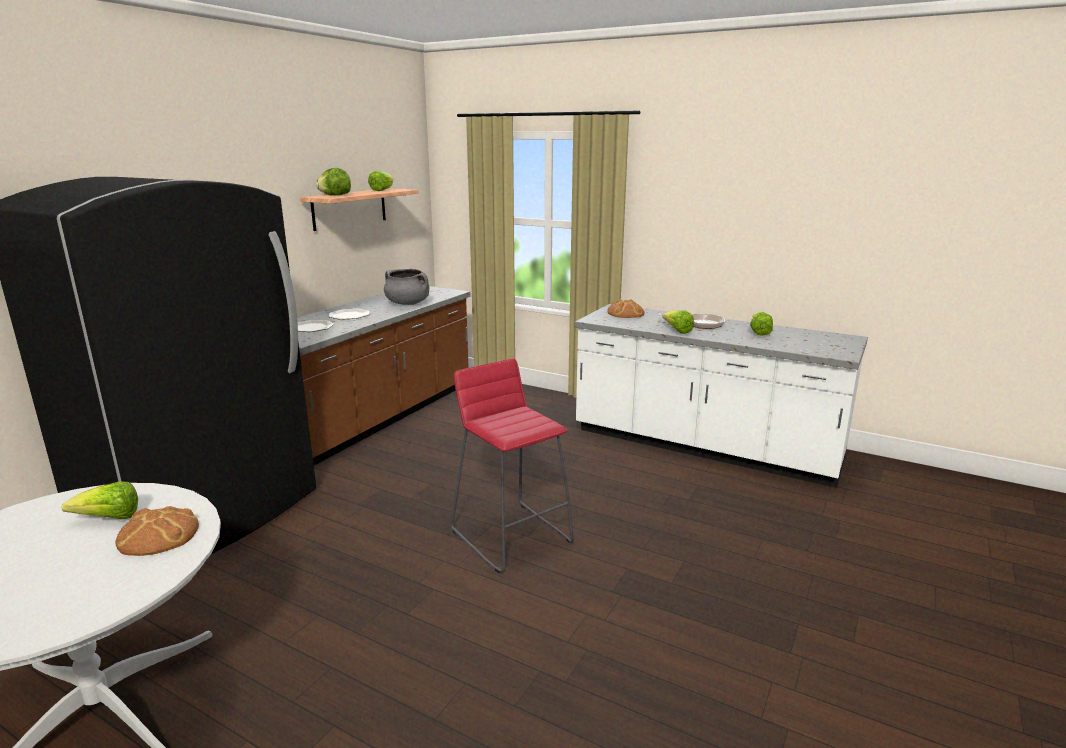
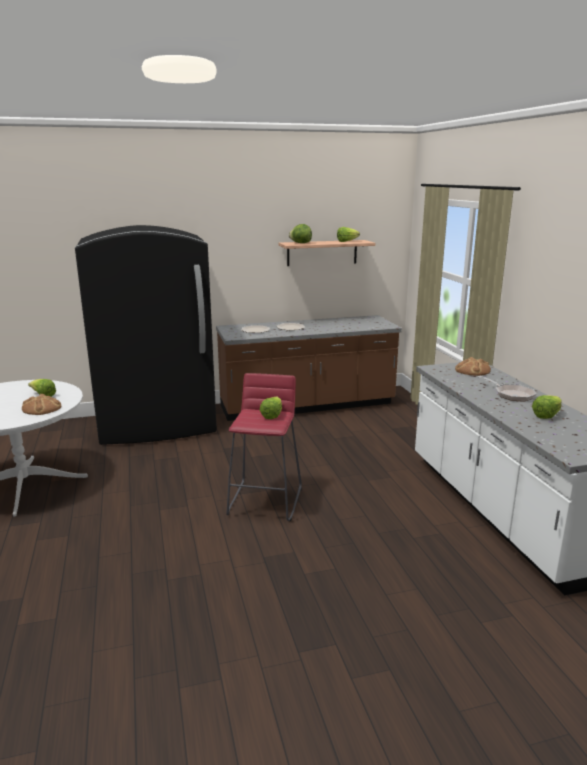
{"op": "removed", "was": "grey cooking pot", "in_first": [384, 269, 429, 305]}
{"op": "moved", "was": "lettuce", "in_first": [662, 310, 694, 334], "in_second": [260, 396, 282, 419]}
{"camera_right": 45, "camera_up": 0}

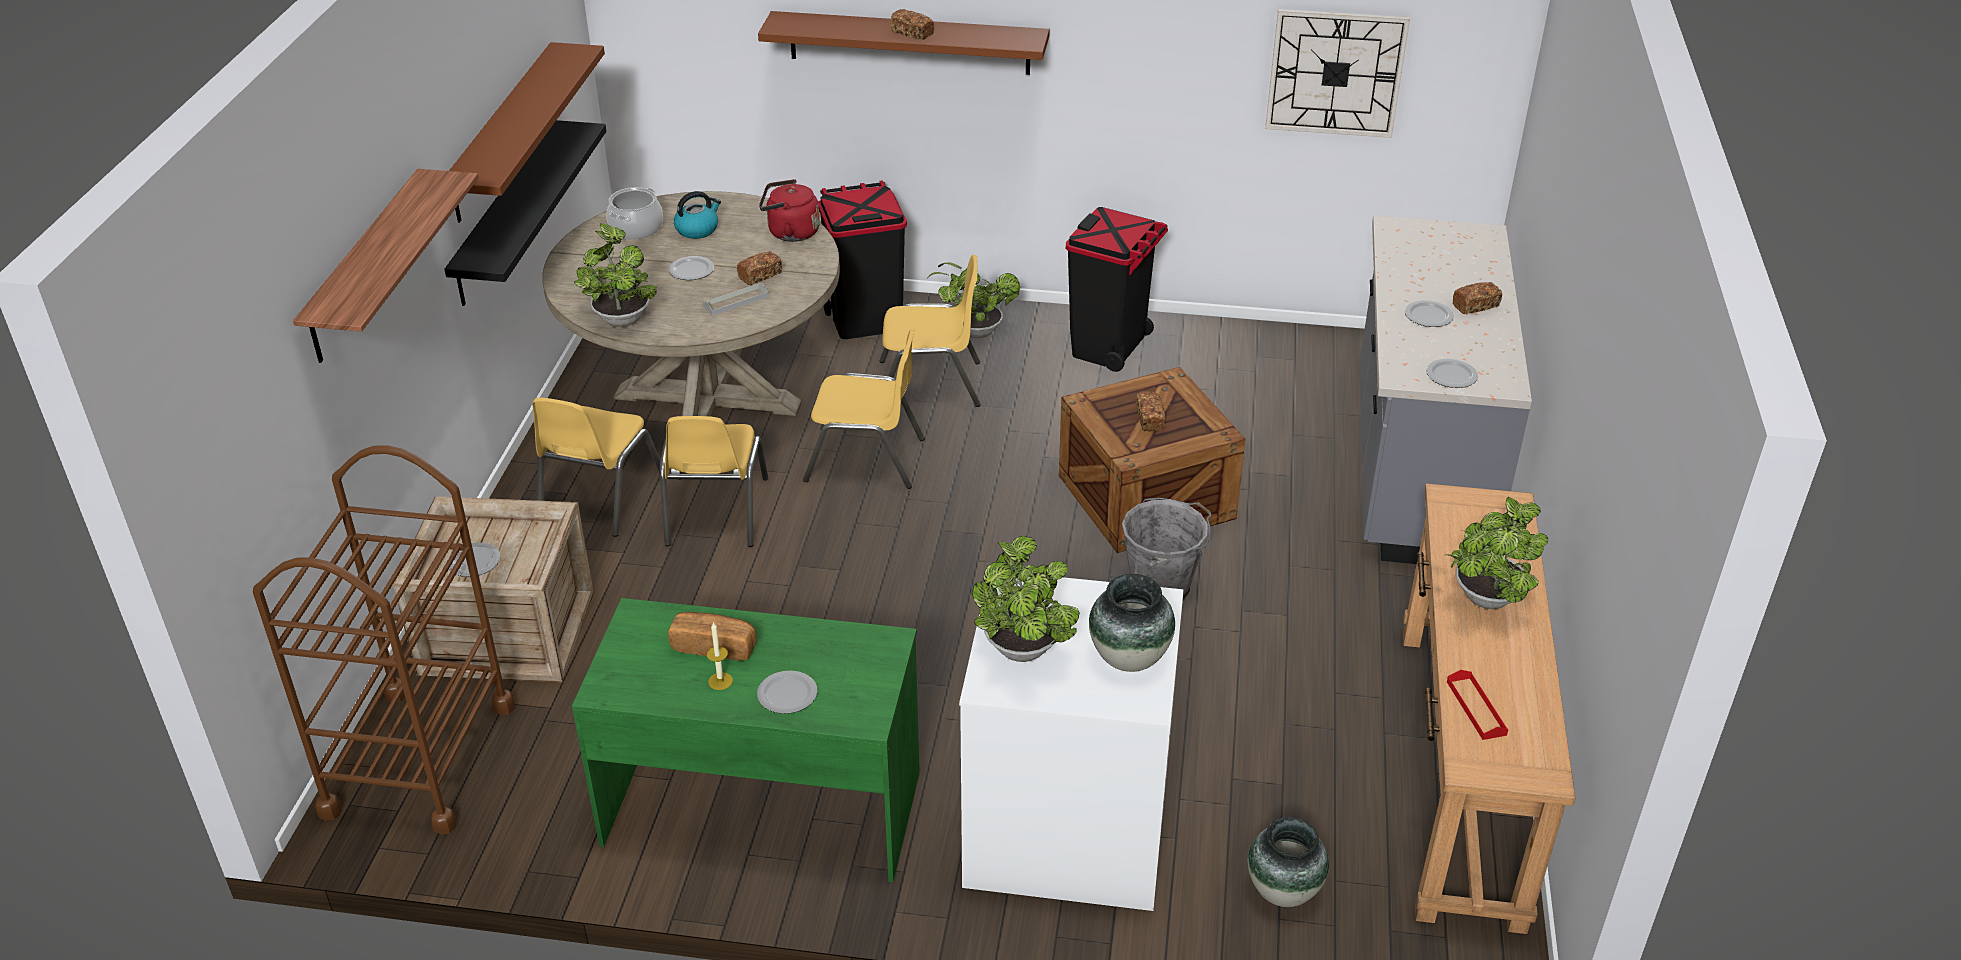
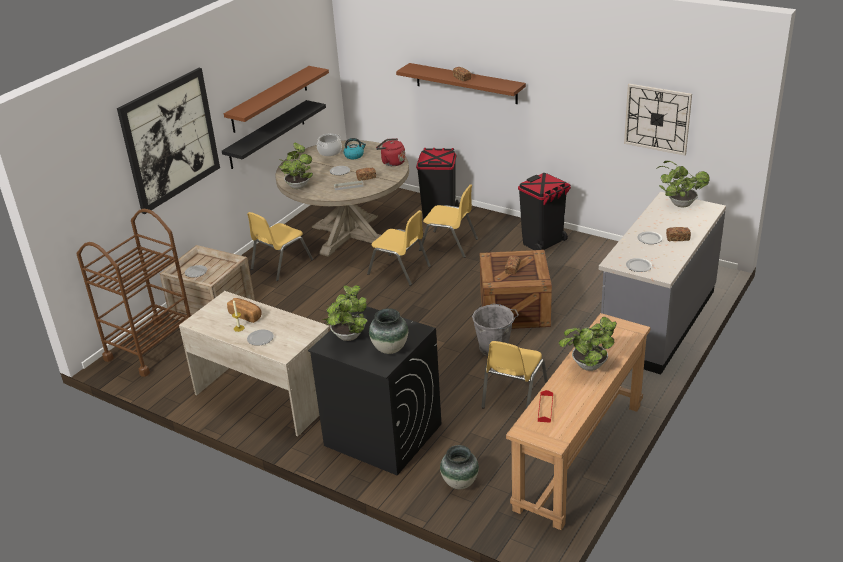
{"op": "replaced", "was": "shelf", "now": "picture", "in_first": [293, 169, 479, 363], "in_second": [117, 68, 220, 214]}
{"op": "recoloured", "was": "green desk", "now": "beige desk", "in_first": [572, 598, 920, 882], "in_second": [179, 291, 330, 437]}
{"op": "moved", "was": "yellow chair", "in_first": [660, 416, 768, 547], "in_second": [482, 341, 548, 409]}
{"op": "moved", "was": "potted plant", "in_first": [927, 262, 1020, 338], "in_second": [657, 161, 710, 207]}
{"op": "recoloured", "was": "white washing machine", "now": "black washing machine", "in_first": [959, 577, 1184, 911], "in_second": [308, 306, 441, 475]}
{"camera_right": 25, "camera_up": -5}

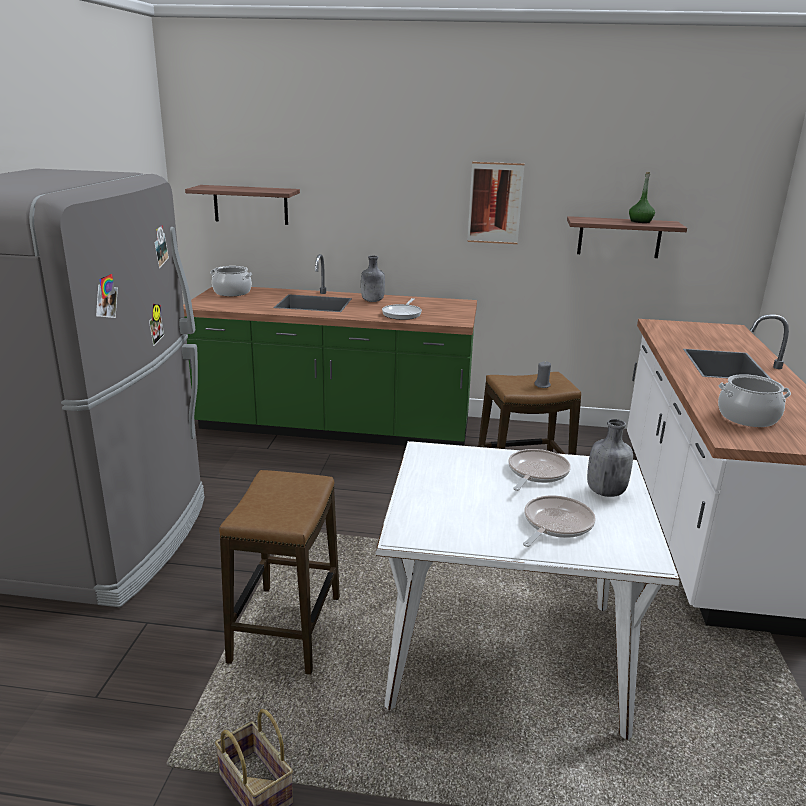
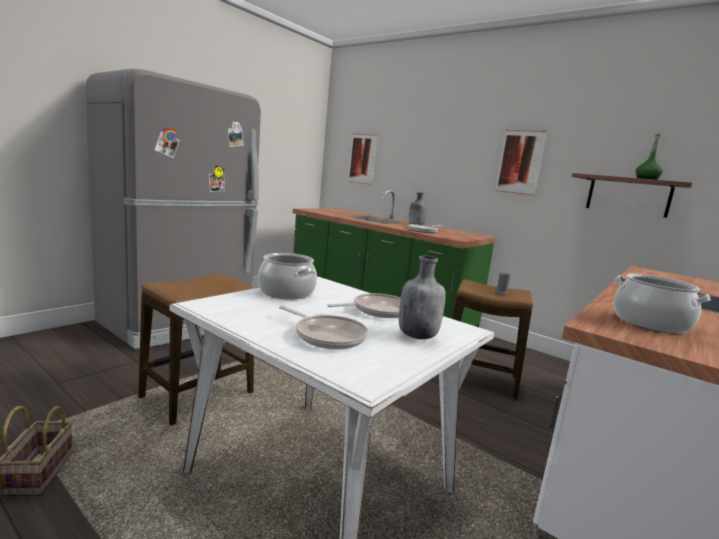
{"op": "replaced", "was": "shelf", "now": "picture", "in_first": [185, 185, 300, 225], "in_second": [348, 134, 378, 185]}
{"op": "moved", "was": "cooking pot", "in_first": [210, 266, 252, 296], "in_second": [258, 253, 317, 300]}
{"op": "turned", "was": "frying pan", "in_first": [523, 495, 596, 547], "in_second": [279, 306, 368, 349], "clockwise": 60}
{"camera_right": 30, "camera_up": -10}

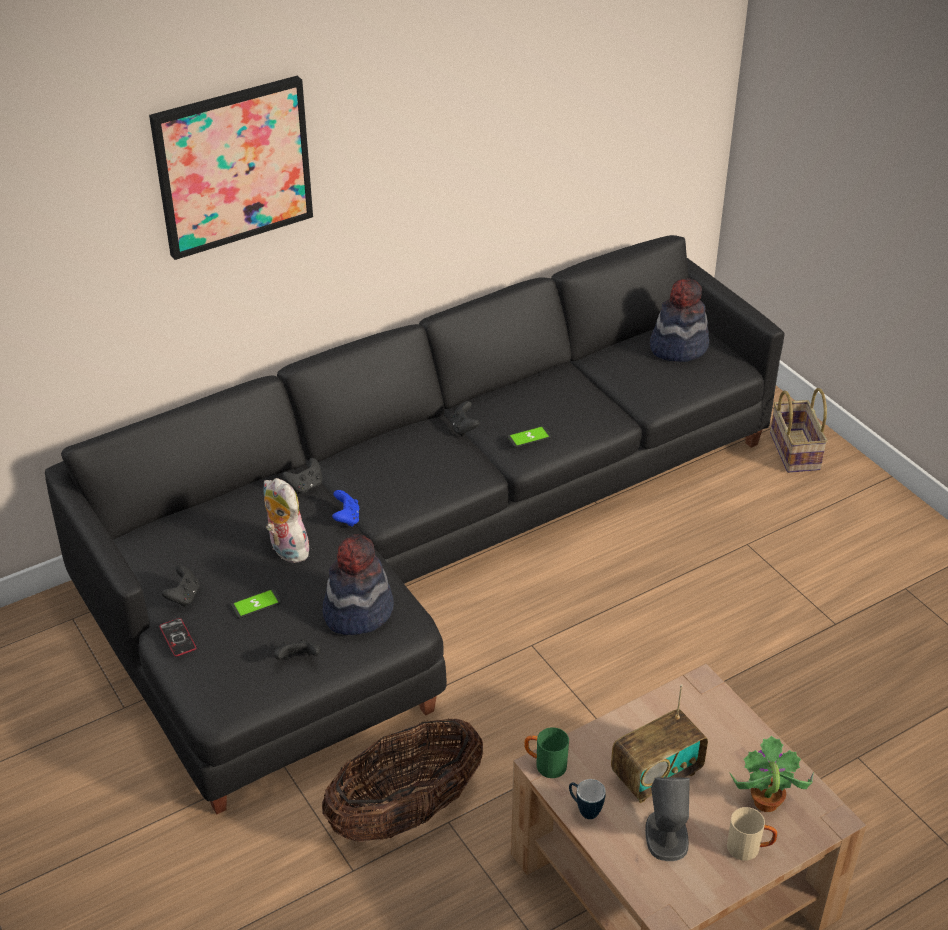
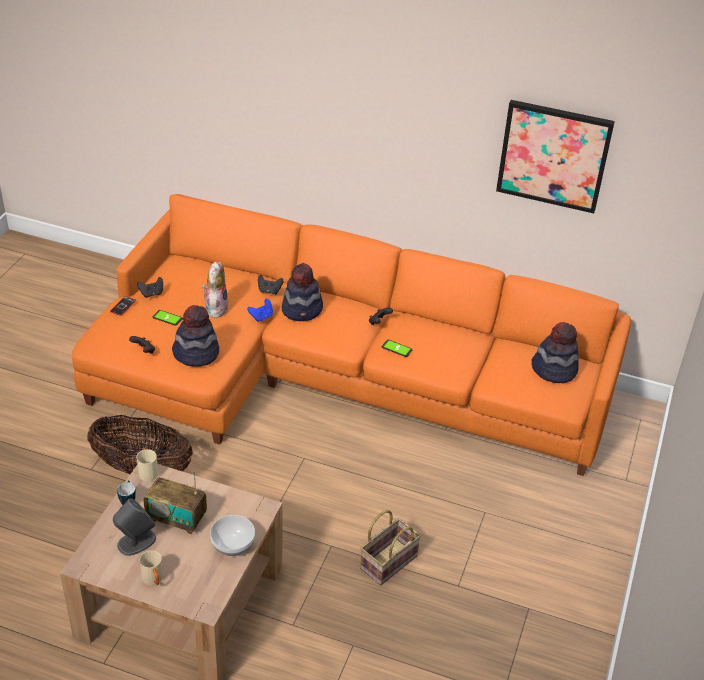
{"op": "recoloured", "was": "black sofa", "now": "orange sofa", "in_first": [45, 235, 785, 815], "in_second": [72, 194, 631, 476]}
{"op": "moved", "was": "picture", "in_first": [149, 76, 313, 260], "in_second": [496, 100, 615, 213]}
{"op": "recoloured", "was": "green mug", "now": "beige mug", "in_first": [524, 727, 569, 778], "in_second": [136, 448, 158, 482]}
{"op": "removed", "was": "potted plant", "in_first": [729, 736, 814, 812]}
{"op": "moved", "was": "basket", "in_first": [770, 388, 828, 473], "in_second": [360, 510, 421, 585]}
{"op": "added", "now": "bowl", "in_second": [210, 515, 255, 556]}
{"op": "added", "now": "hat", "in_second": [281, 263, 323, 321]}
{"camera_right": 50, "camera_up": 0}

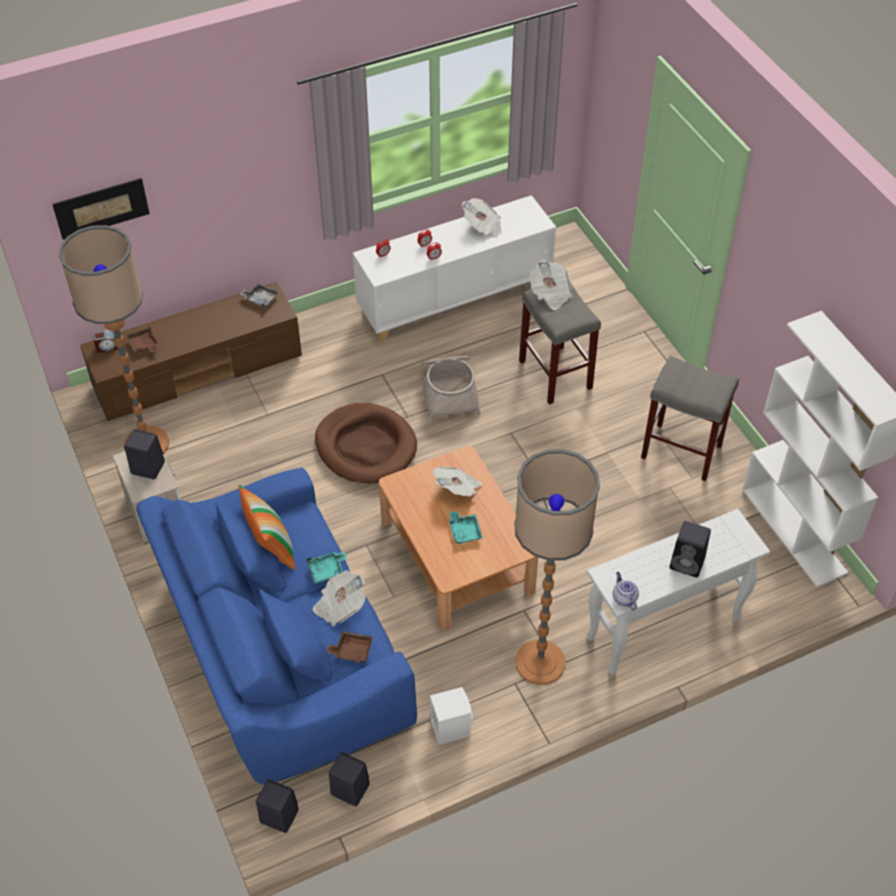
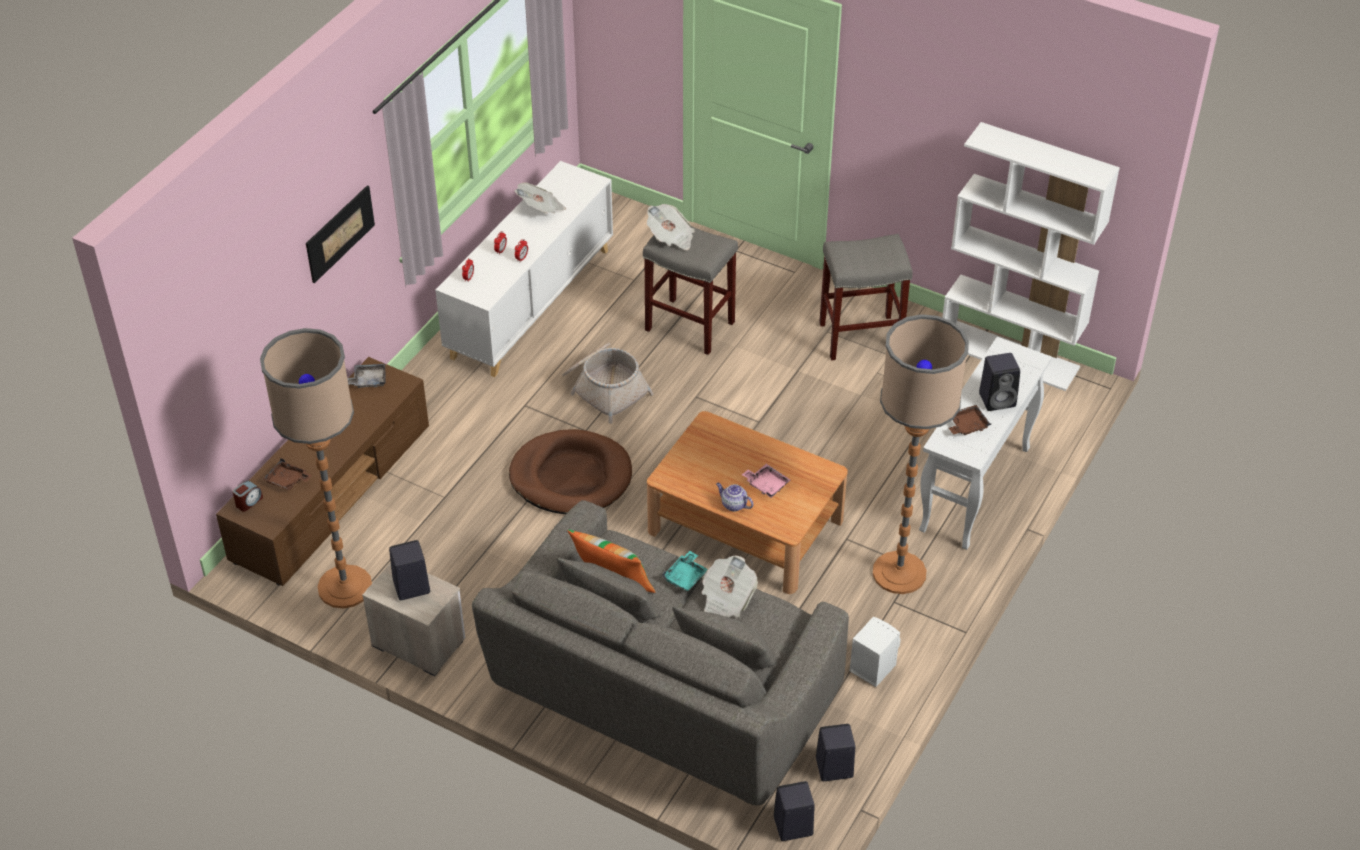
{"op": "moved", "was": "picture", "in_first": [52, 178, 150, 240], "in_second": [306, 185, 375, 283]}
{"op": "recoloured", "was": "blue sofa", "now": "grey sofa", "in_first": [136, 468, 417, 784], "in_second": [472, 500, 849, 806]}
{"op": "moved", "was": "brown tray", "in_first": [327, 631, 373, 663], "in_second": [949, 405, 991, 435]}
{"op": "removed", "was": "newspaper", "in_first": [433, 467, 482, 497]}
{"op": "recoloured", "was": "turquoise tray", "now": "pink tray", "in_first": [449, 511, 483, 544], "in_second": [742, 464, 790, 498]}
{"op": "moved", "was": "teapot", "in_first": [613, 572, 639, 611], "in_second": [716, 483, 753, 512]}
{"camera_right": -35, "camera_up": -5}

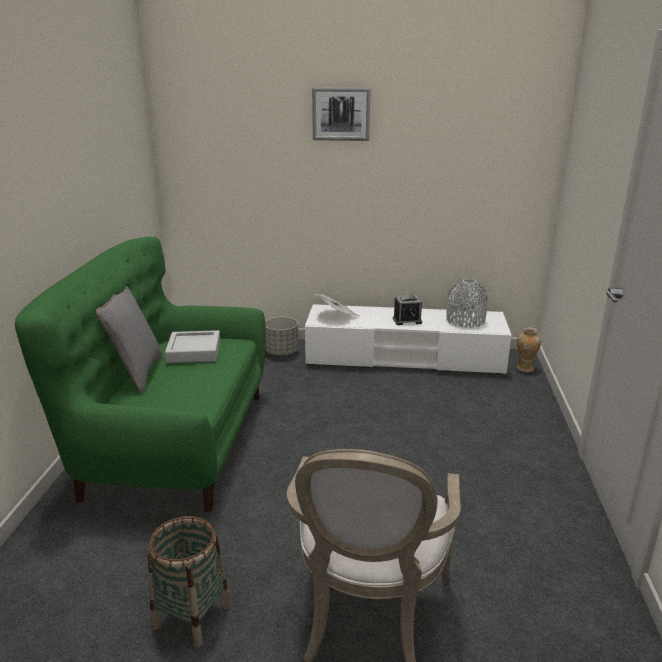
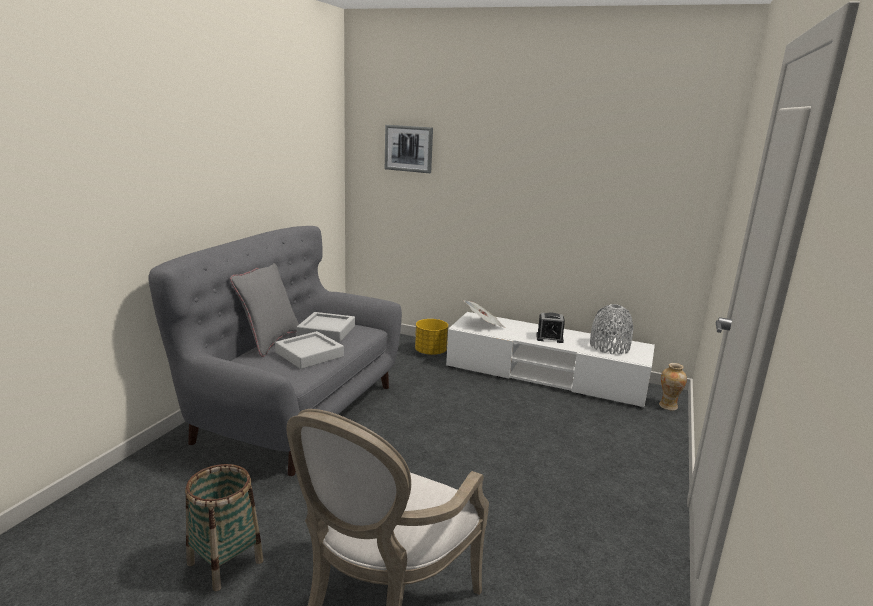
{"op": "recoloured", "was": "green sofa", "now": "grey sofa", "in_first": [15, 236, 266, 512], "in_second": [148, 226, 402, 476]}
{"op": "recoloured", "was": "grey planter", "now": "yellow planter", "in_first": [265, 317, 299, 356], "in_second": [415, 319, 448, 356]}
{"op": "moved", "was": "picture", "in_first": [312, 88, 371, 141], "in_second": [385, 125, 433, 173]}
{"op": "added", "now": "grey tray", "in_second": [275, 331, 344, 369]}
{"camera_right": 15, "camera_up": -5}

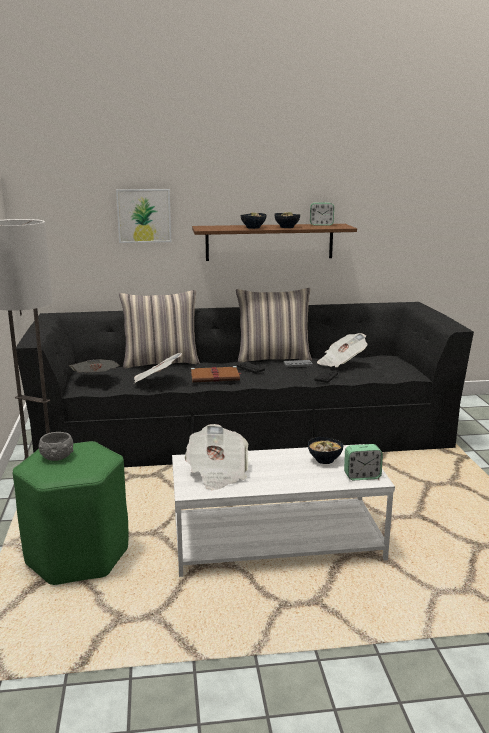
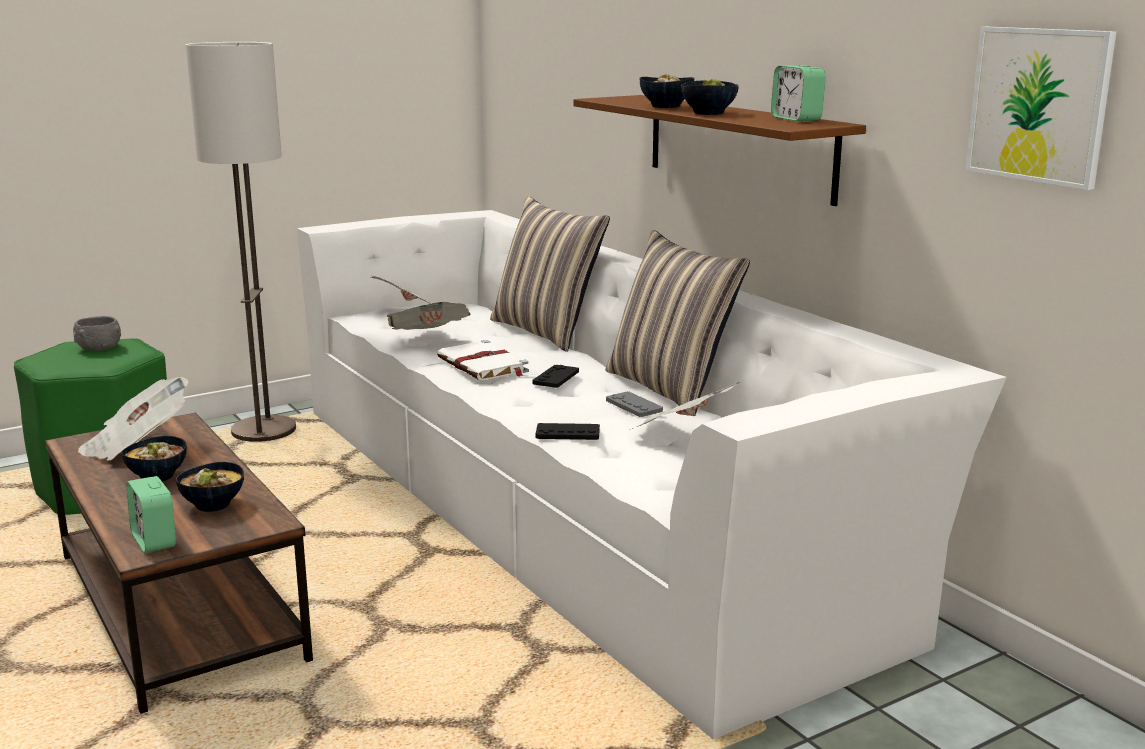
{"op": "recoloured", "was": "black sofa", "now": "white sofa", "in_first": [16, 302, 474, 467], "in_second": [297, 210, 1007, 739]}
{"op": "moved", "was": "picture", "in_first": [116, 189, 171, 243], "in_second": [966, 27, 1116, 190]}
{"op": "recoloured", "was": "white coffee table", "now": "brown coffee table", "in_first": [172, 444, 395, 577], "in_second": [45, 413, 313, 714]}
{"op": "recoloured", "was": "brown book", "now": "white book", "in_first": [191, 366, 241, 382], "in_second": [437, 340, 529, 380]}
{"op": "added", "now": "bowl", "in_second": [121, 436, 187, 481]}
{"camera_right": 65, "camera_up": 0}

